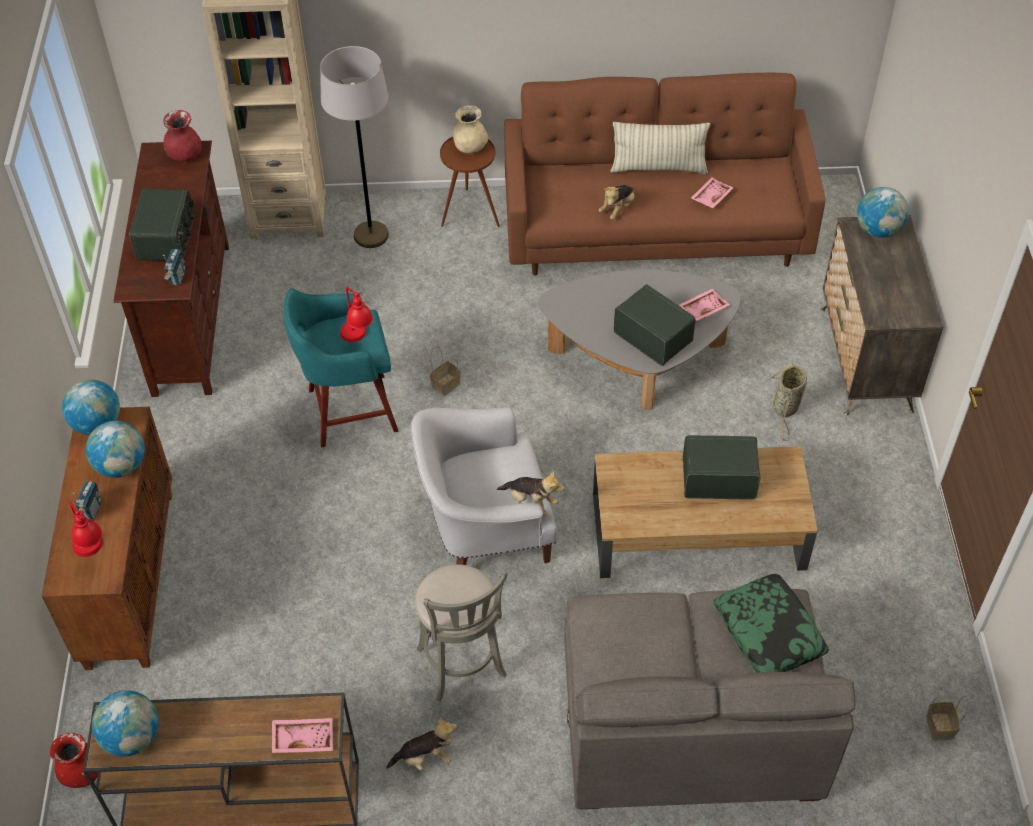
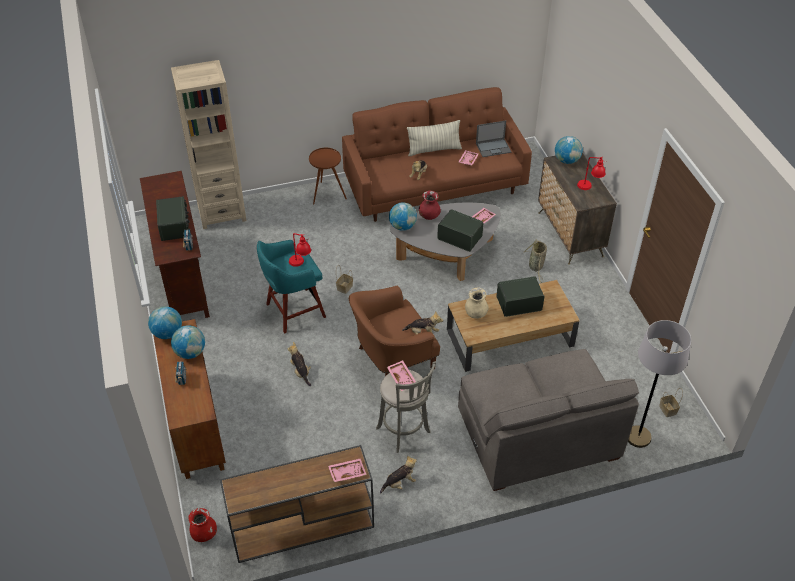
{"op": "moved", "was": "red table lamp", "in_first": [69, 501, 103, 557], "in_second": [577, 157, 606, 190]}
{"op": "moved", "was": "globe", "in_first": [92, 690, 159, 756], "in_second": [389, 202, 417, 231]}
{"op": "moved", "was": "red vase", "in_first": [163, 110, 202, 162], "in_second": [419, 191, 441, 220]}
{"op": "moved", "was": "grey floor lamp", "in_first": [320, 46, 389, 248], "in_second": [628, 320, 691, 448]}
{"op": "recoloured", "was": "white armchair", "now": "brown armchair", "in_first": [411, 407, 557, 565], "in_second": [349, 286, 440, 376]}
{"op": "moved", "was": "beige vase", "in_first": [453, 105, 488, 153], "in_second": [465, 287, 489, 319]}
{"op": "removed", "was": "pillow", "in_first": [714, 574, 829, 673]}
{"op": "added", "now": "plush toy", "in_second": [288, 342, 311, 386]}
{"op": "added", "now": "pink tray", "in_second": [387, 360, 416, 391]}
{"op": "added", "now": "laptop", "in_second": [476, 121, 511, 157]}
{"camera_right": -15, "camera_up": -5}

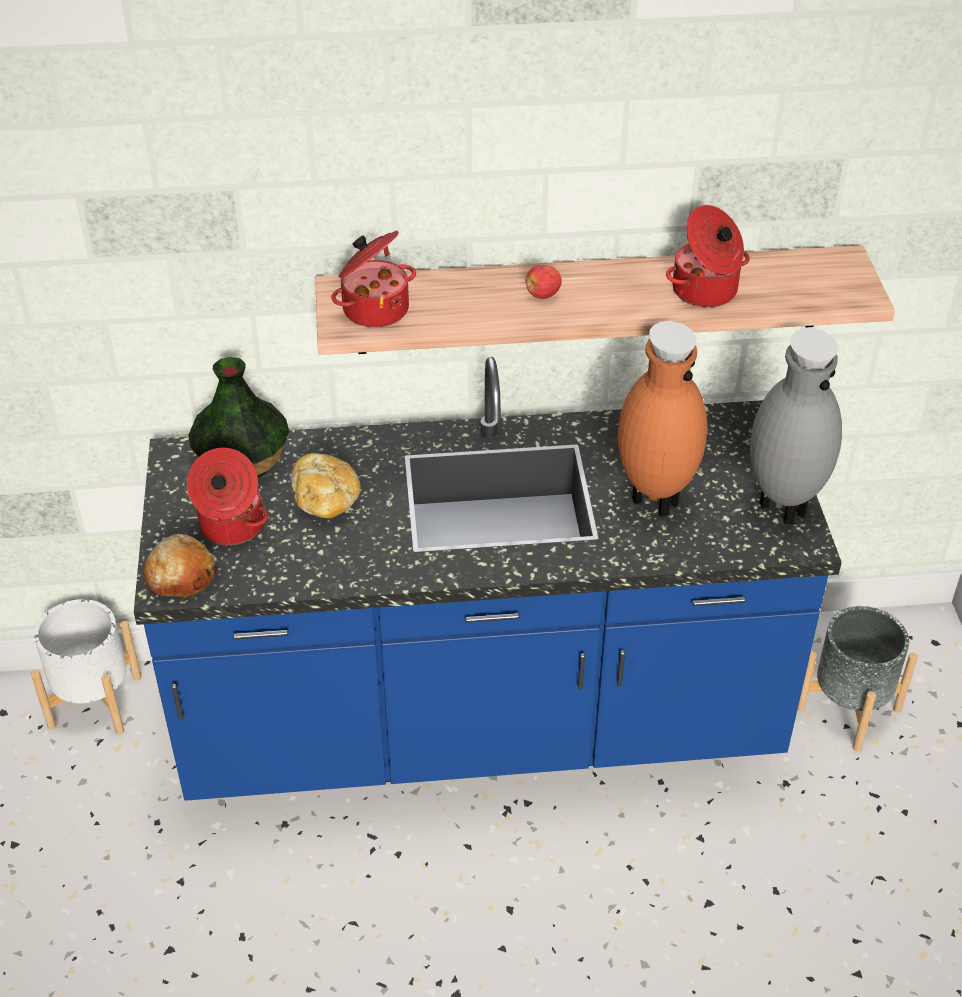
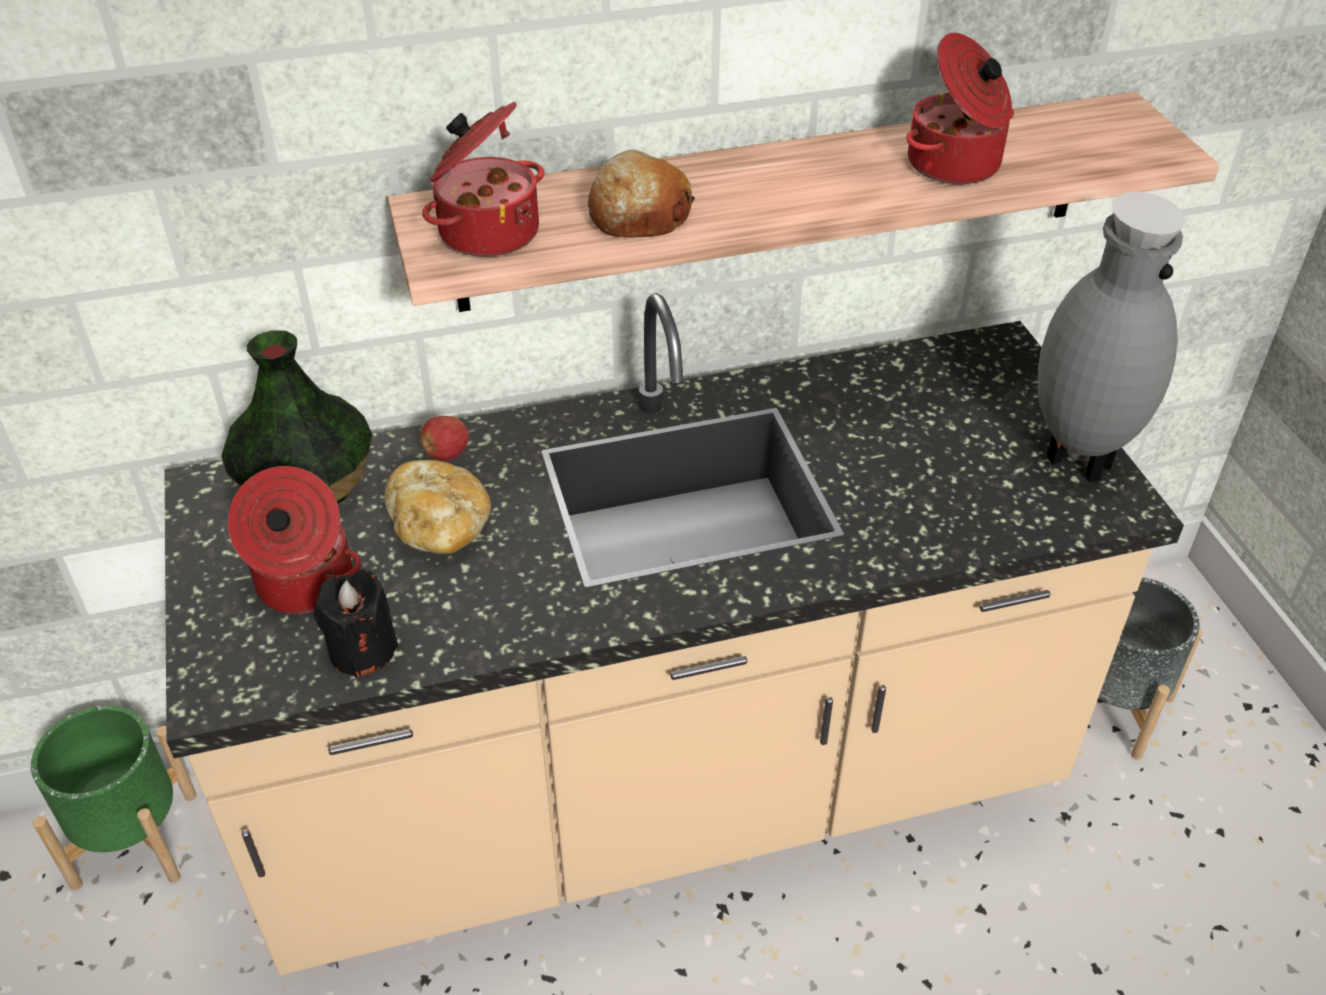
{"op": "recoloured", "was": "white planter", "now": "green planter", "in_first": [31, 599, 141, 734], "in_second": [31, 705, 196, 890]}
{"op": "recoloured", "was": "blue counter", "now": "beige counter", "in_first": [134, 357, 842, 801], "in_second": [165, 293, 1184, 975]}
{"op": "moved", "was": "bread", "in_first": [144, 534, 219, 597], "in_second": [588, 150, 695, 237]}
{"op": "moved", "was": "apple", "in_first": [525, 265, 562, 299], "in_second": [420, 416, 469, 461]}
{"op": "removed", "was": "brown vase", "in_first": [618, 321, 707, 517]}
{"op": "added", "now": "black candle", "in_second": [314, 570, 398, 678]}
{"camera_right": -10, "camera_up": 0}

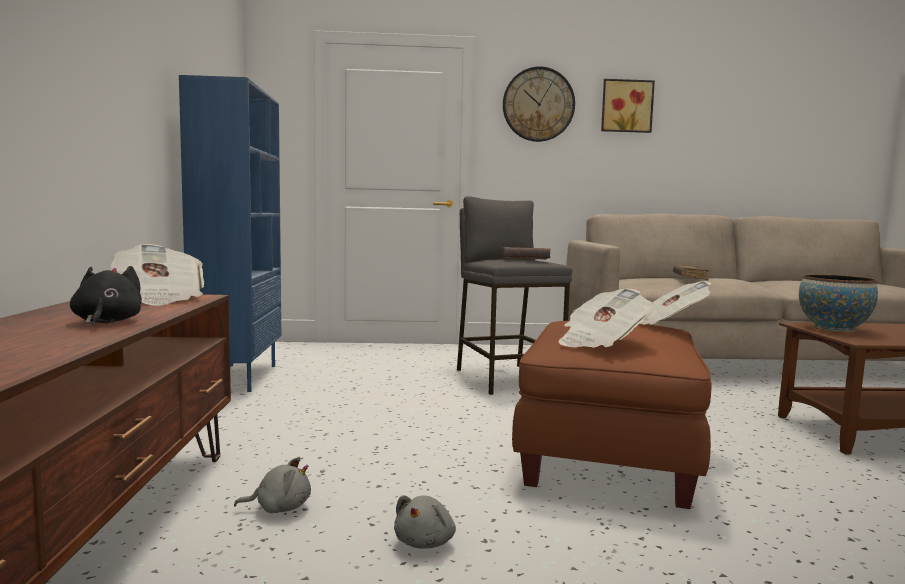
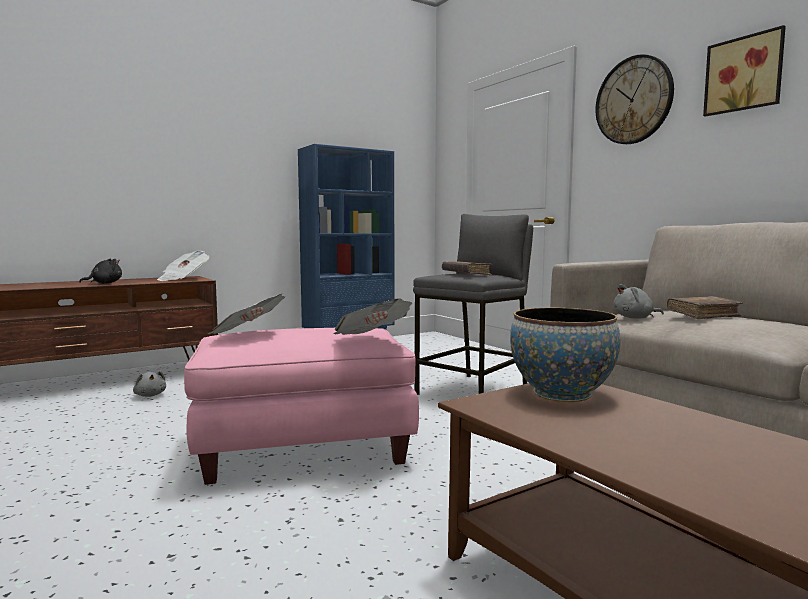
{"op": "moved", "was": "grey plush toy", "in_first": [394, 495, 456, 549], "in_second": [613, 284, 664, 319]}
{"op": "recoloured", "was": "brown ottoman", "now": "pink ottoman", "in_first": [512, 321, 712, 509], "in_second": [184, 328, 419, 485]}
{"camera_right": 60, "camera_up": 0}

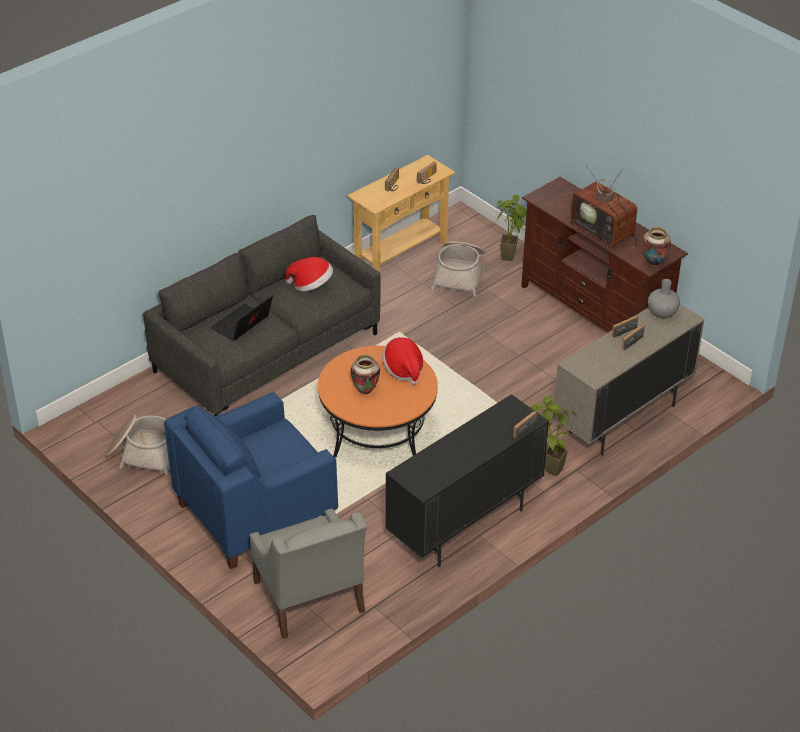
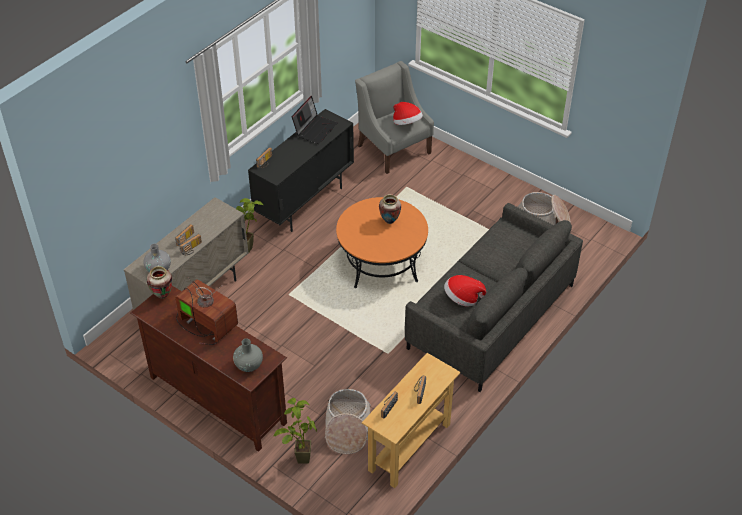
{"op": "removed", "was": "blue armchair", "in_first": [164, 392, 338, 569]}
{"op": "moved", "was": "laptop", "in_first": [211, 295, 273, 341], "in_second": [292, 96, 337, 144]}
{"op": "moved", "was": "hat", "in_first": [382, 337, 424, 385], "in_second": [393, 102, 423, 125]}
{"op": "added", "now": "grey vase", "in_second": [233, 338, 263, 372]}
{"camera_right": 170, "camera_up": 5}

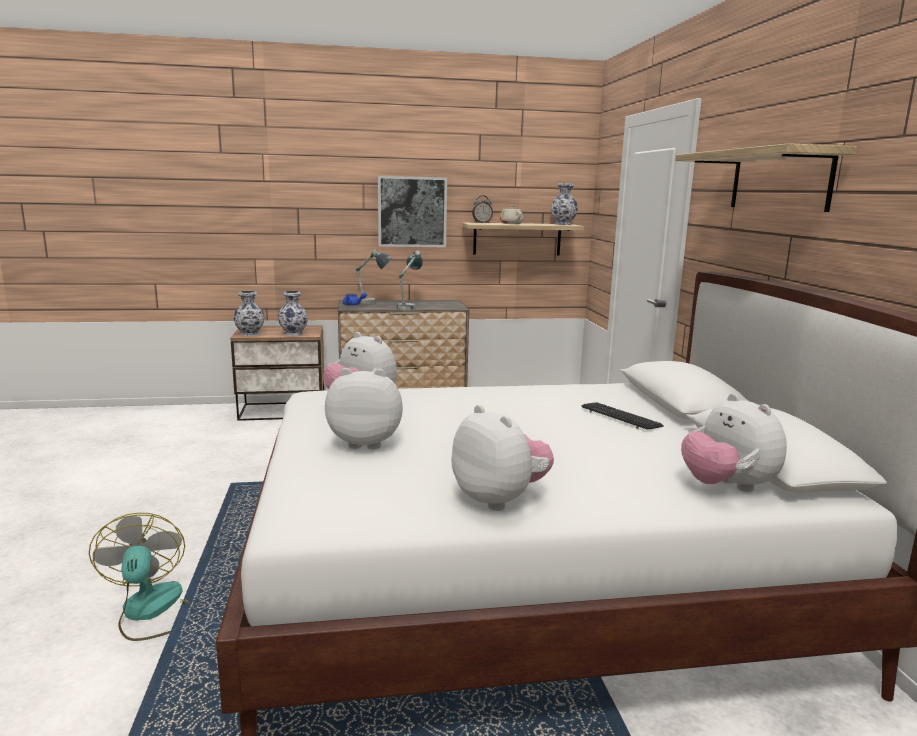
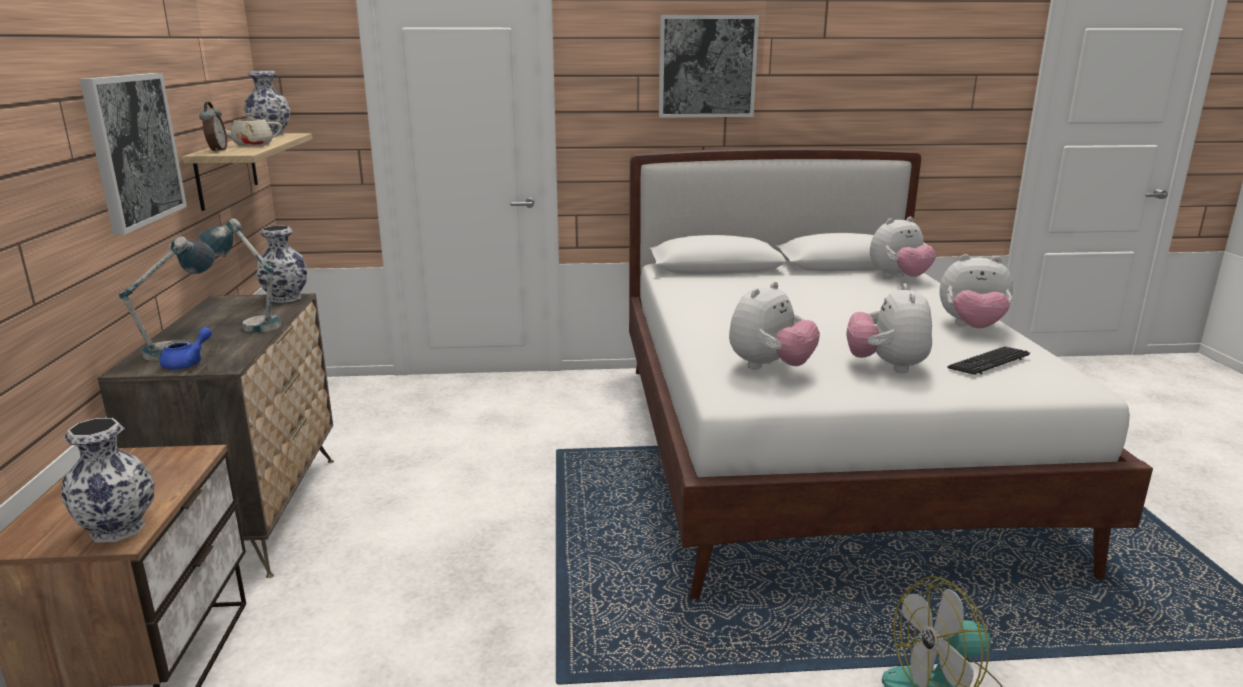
{"op": "moved", "was": "vase", "in_first": [278, 291, 308, 336], "in_second": [256, 225, 307, 303]}
{"op": "turned", "was": "plush toy", "in_first": [452, 404, 554, 511], "in_second": [940, 254, 1013, 328], "clockwise": -135}
{"op": "moved", "was": "keyboard", "in_first": [581, 402, 664, 430], "in_second": [948, 346, 1030, 375]}
{"op": "replaced", "was": "shelf", "now": "picture", "in_first": [675, 143, 857, 212], "in_second": [659, 15, 759, 117]}
{"camera_right": -85, "camera_up": 5}

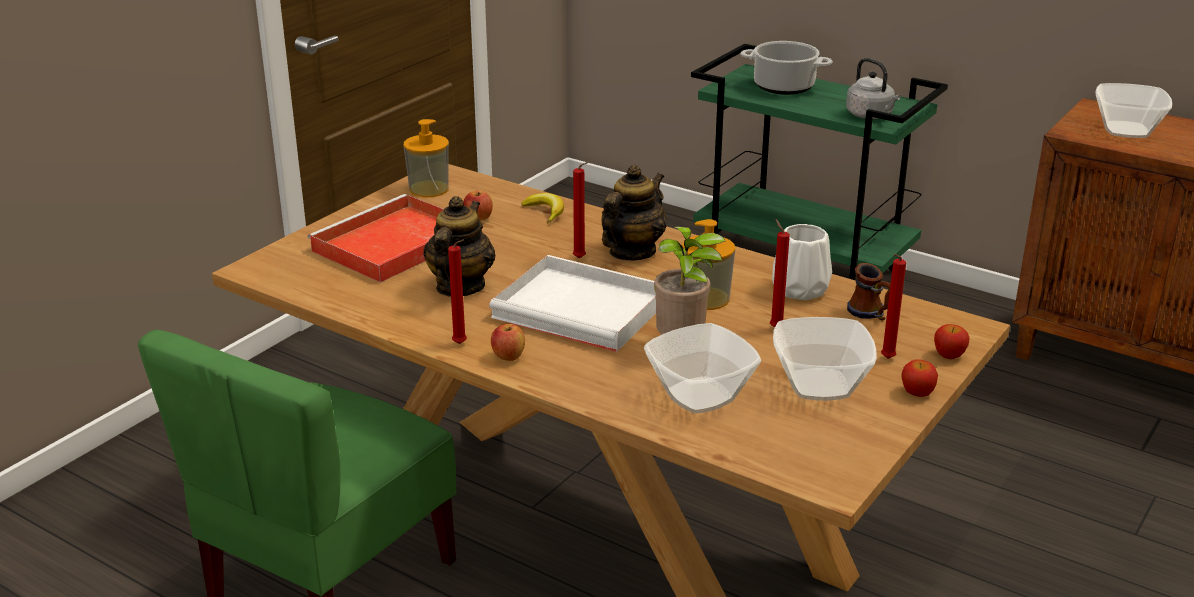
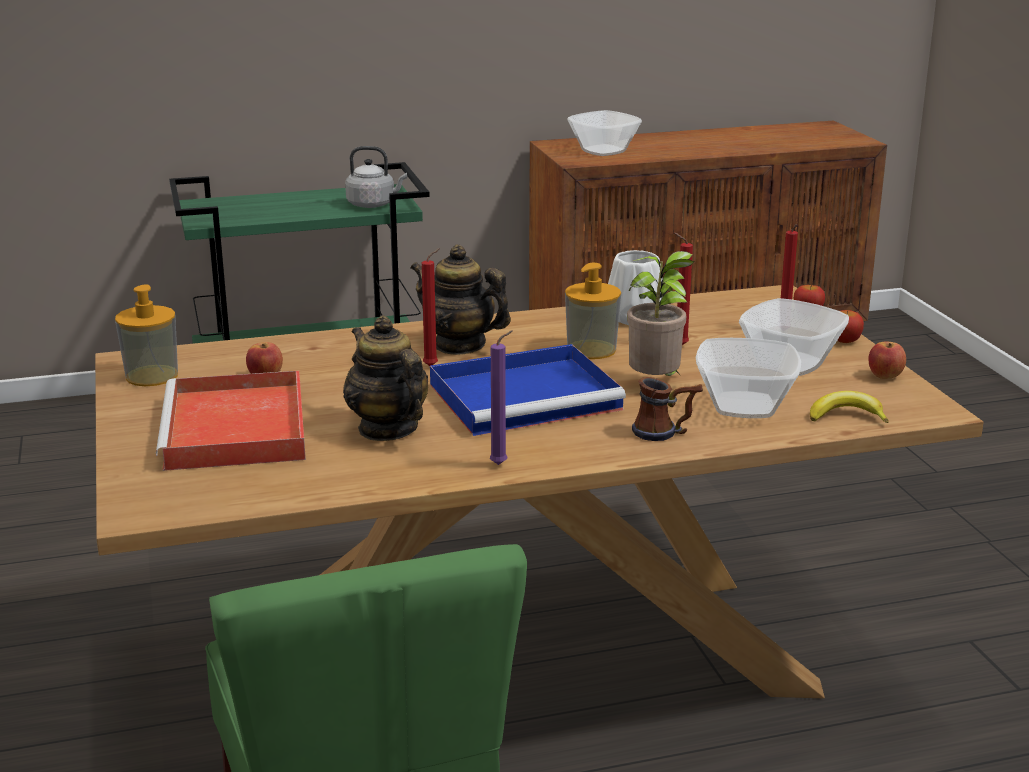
{"op": "recoloured", "was": "red candle", "now": "purple candle", "in_first": [448, 240, 467, 344], "in_second": [490, 330, 513, 465]}
{"op": "recoloured", "was": "white tray", "now": "blue tray", "in_first": [489, 255, 656, 352], "in_second": [430, 344, 626, 436]}
{"op": "moved", "was": "apple", "in_first": [491, 324, 525, 361], "in_second": [868, 341, 906, 379]}
{"op": "moved", "was": "banana", "in_first": [521, 193, 564, 223], "in_second": [810, 391, 889, 423]}
{"op": "turned", "was": "teapot", "in_first": [602, 165, 666, 261], "in_second": [410, 245, 511, 355], "clockwise": -45}
{"op": "removed", "was": "cooking pot", "in_first": [741, 41, 832, 95]}
{"op": "moved", "was": "mug", "in_first": [847, 263, 891, 321], "in_second": [632, 377, 703, 441]}
{"camera_right": -50, "camera_up": -5}

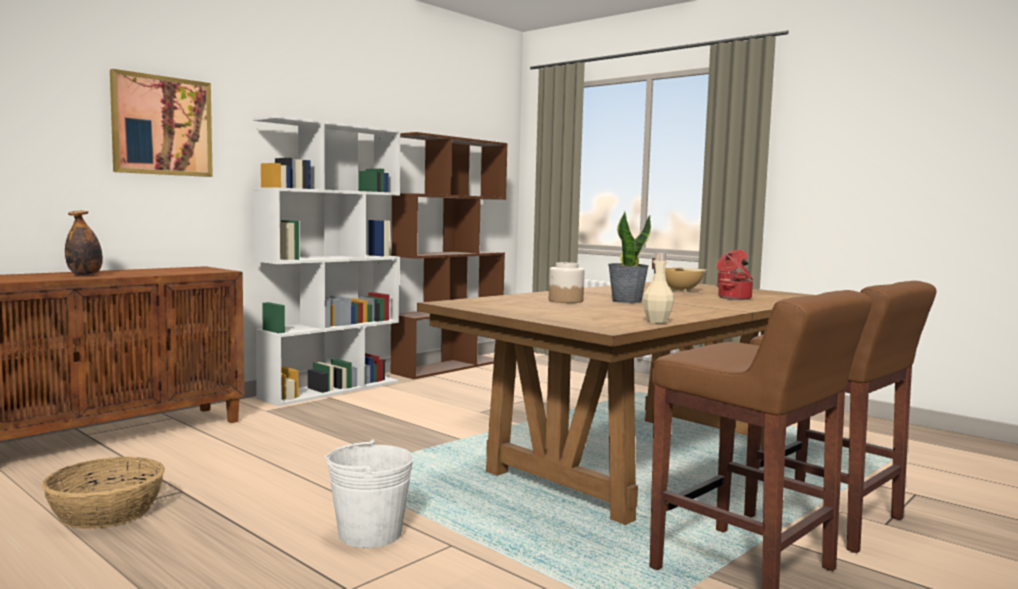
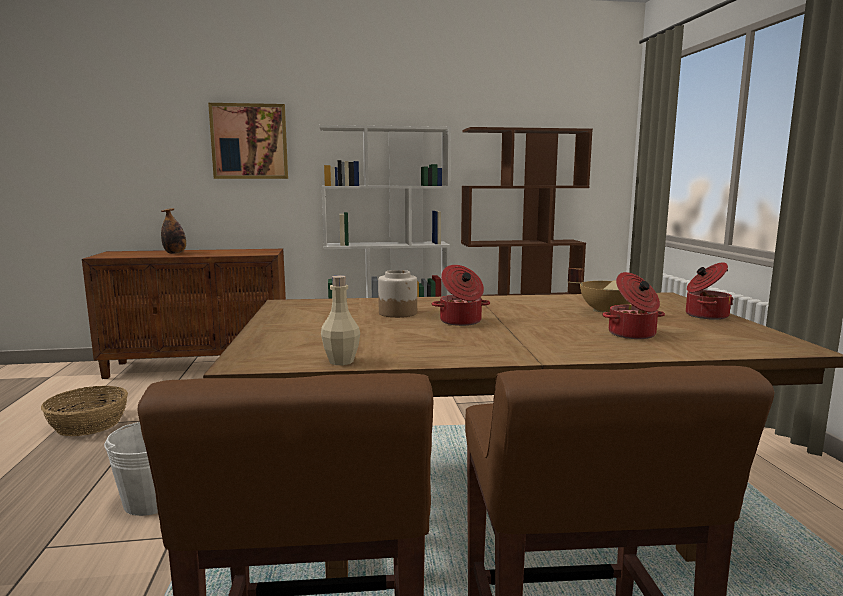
{"op": "replaced", "was": "potted plant", "now": "cooking pot", "in_first": [608, 211, 651, 303], "in_second": [432, 265, 490, 326]}
{"camera_right": 40, "camera_up": 5}

